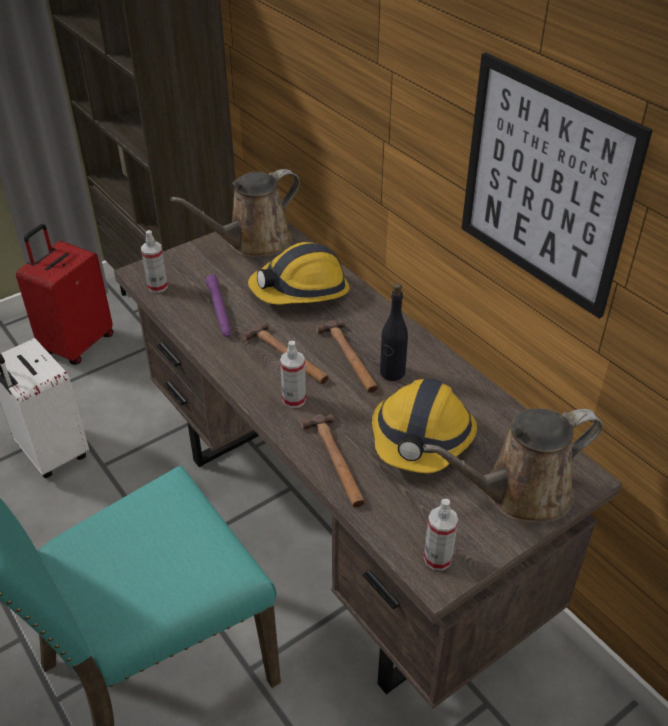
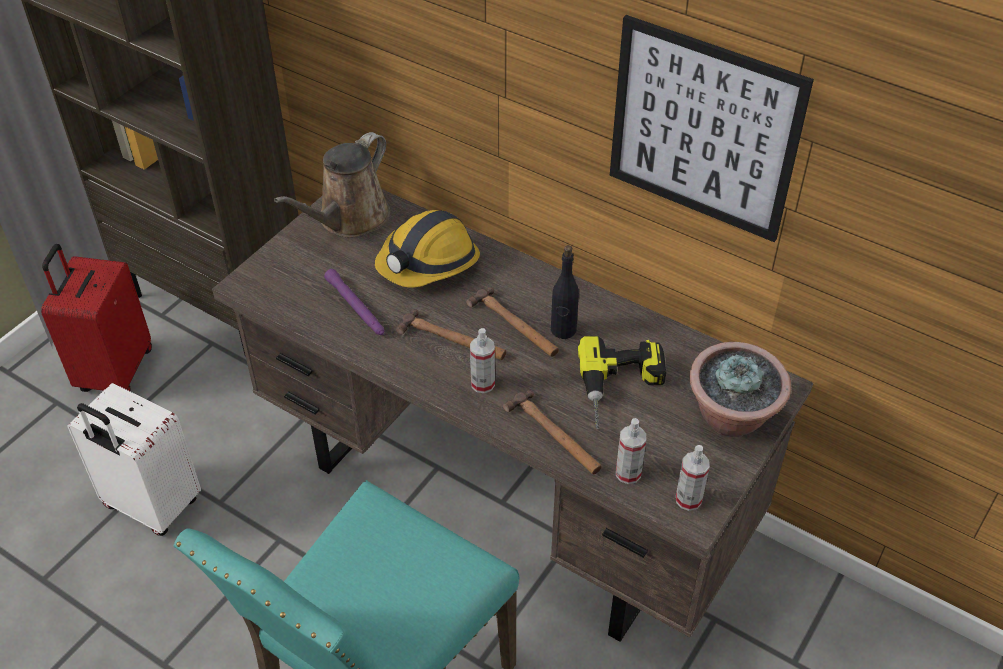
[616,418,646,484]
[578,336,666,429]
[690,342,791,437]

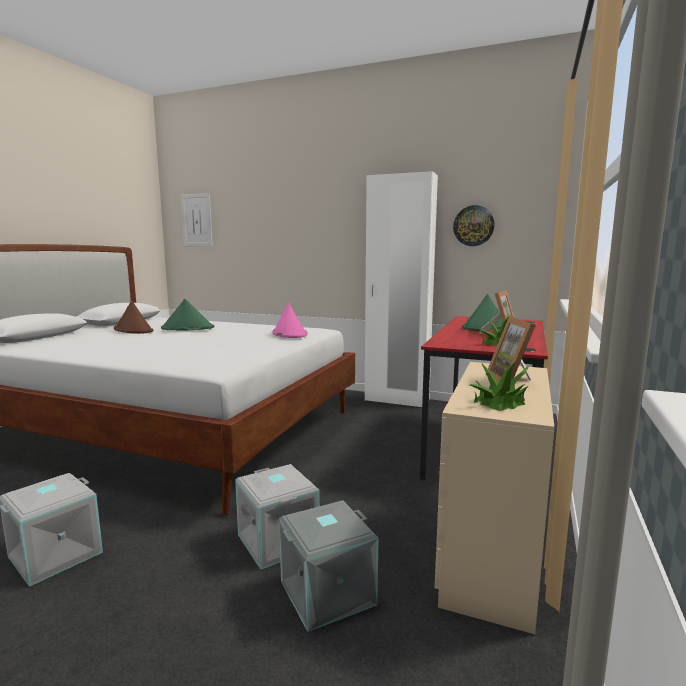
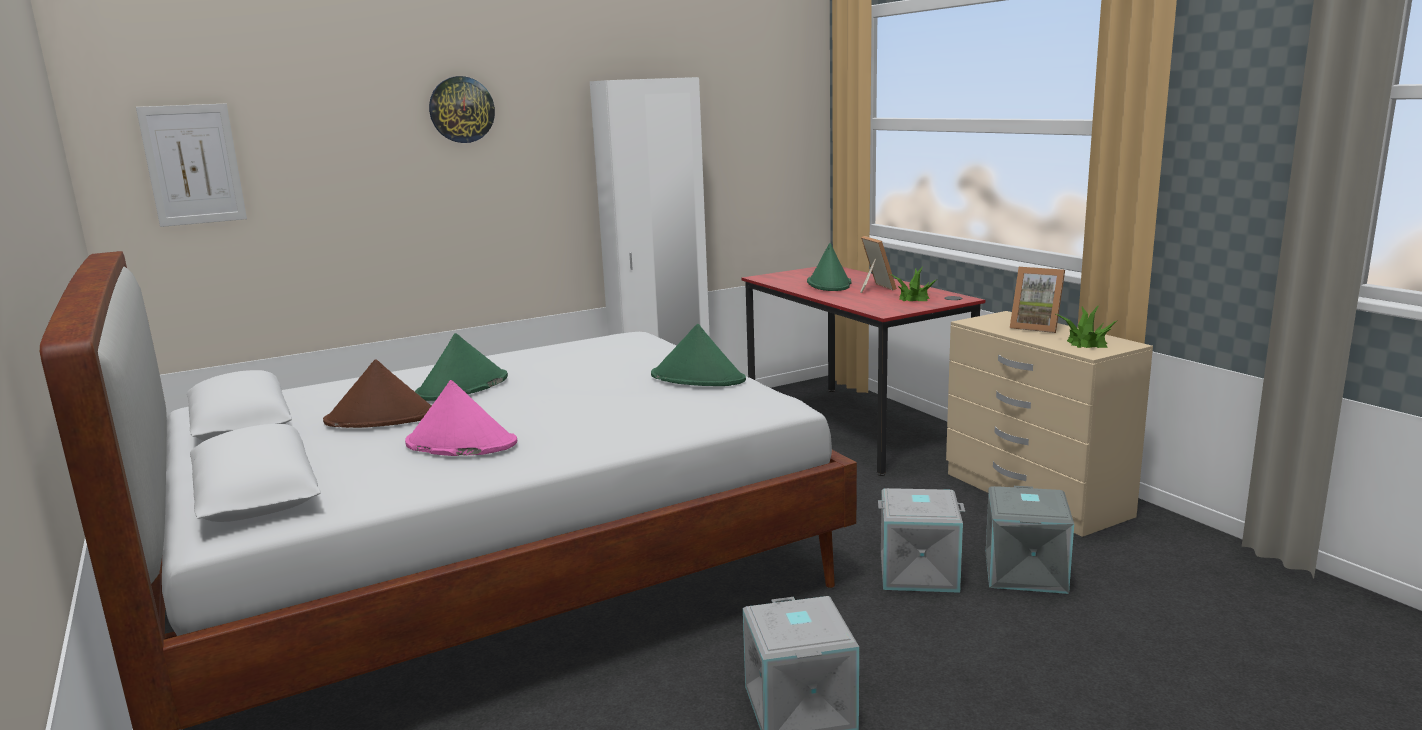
[405,380,517,456]
[429,76,495,143]
[651,324,746,386]

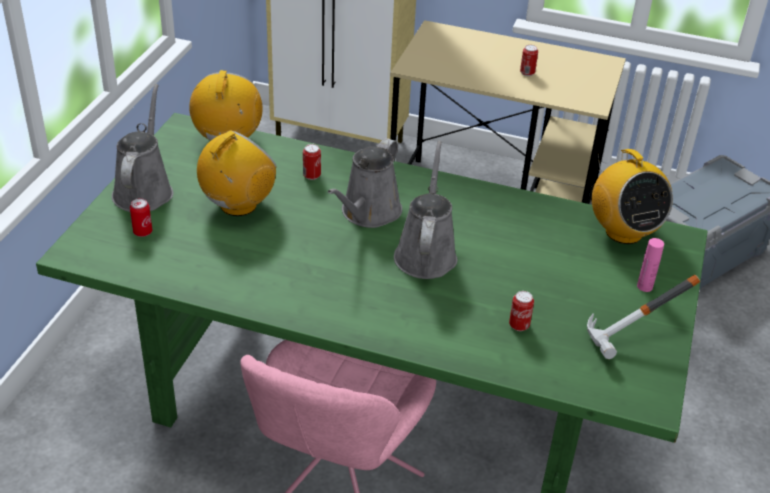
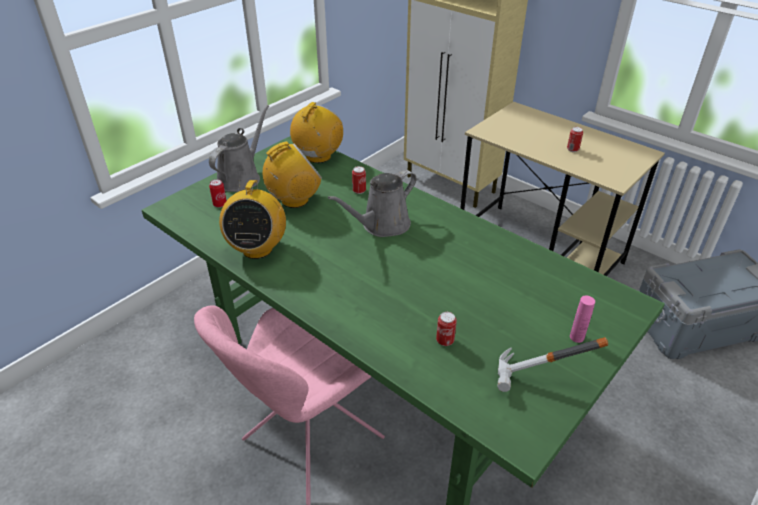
[394,141,457,279] (first image)
[219,180,286,259]

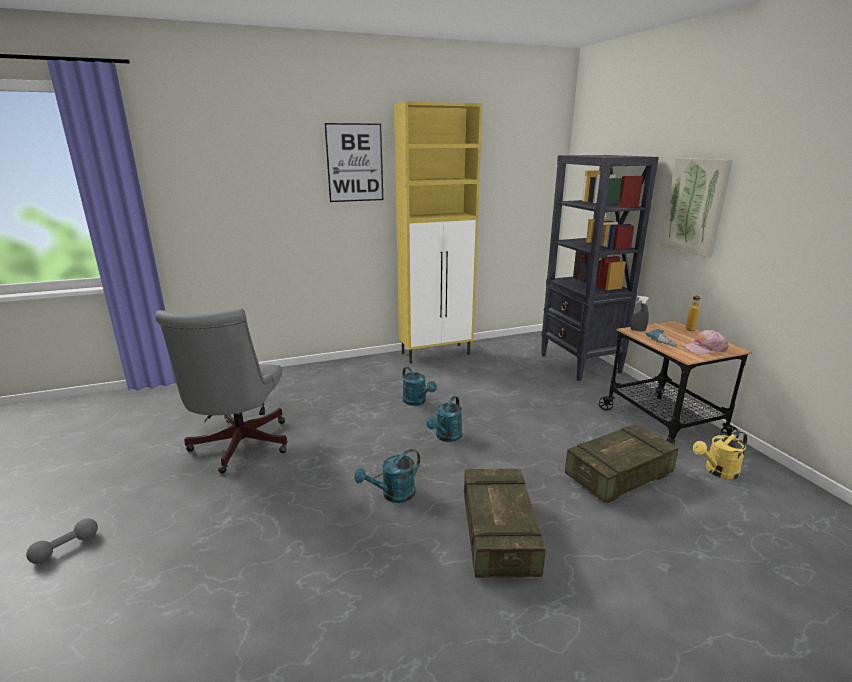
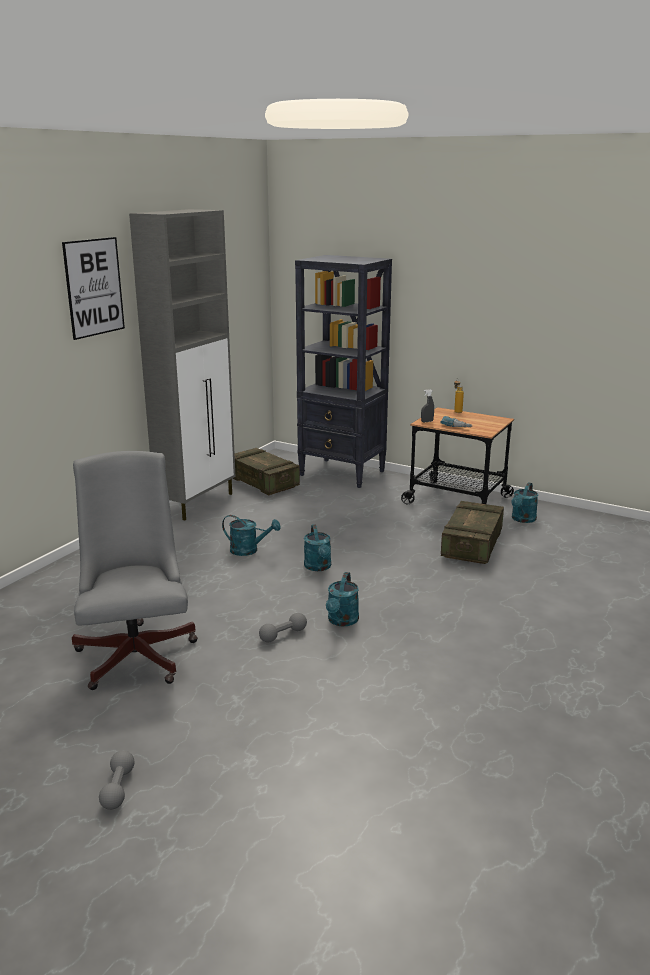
[72,451,198,690]
[129,209,236,520]
[233,448,300,495]
[661,158,733,258] (first image)
[681,330,729,355] (first image)
[511,482,538,523]
[259,613,307,642]

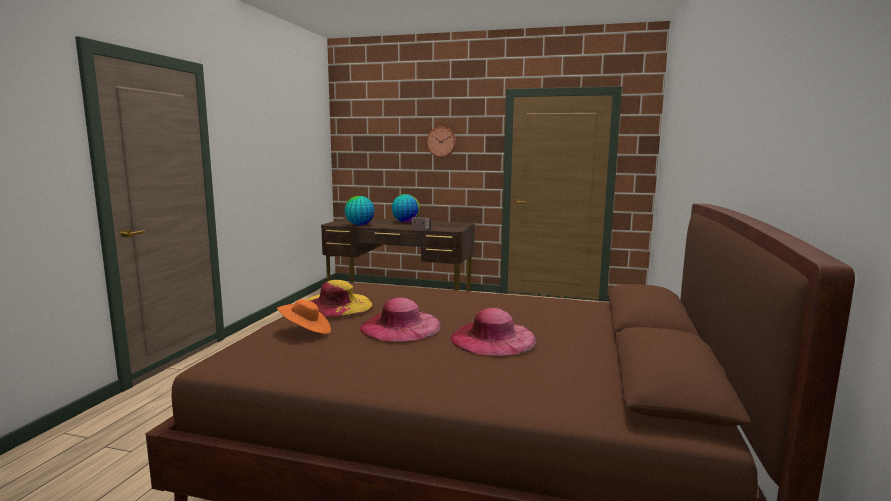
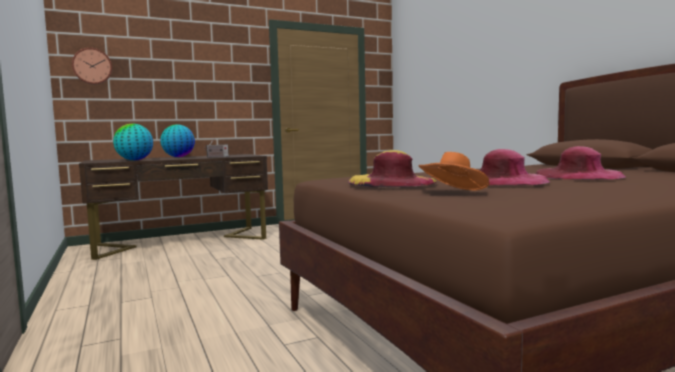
[72,48,112,85]

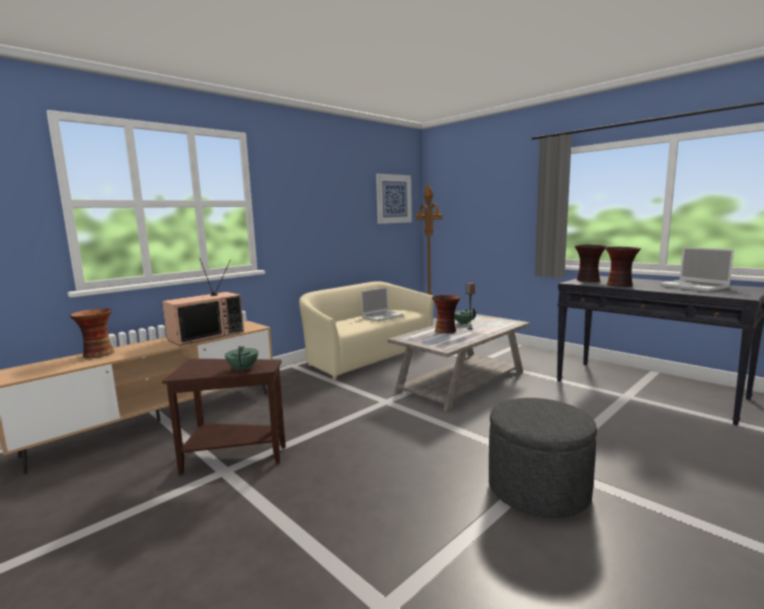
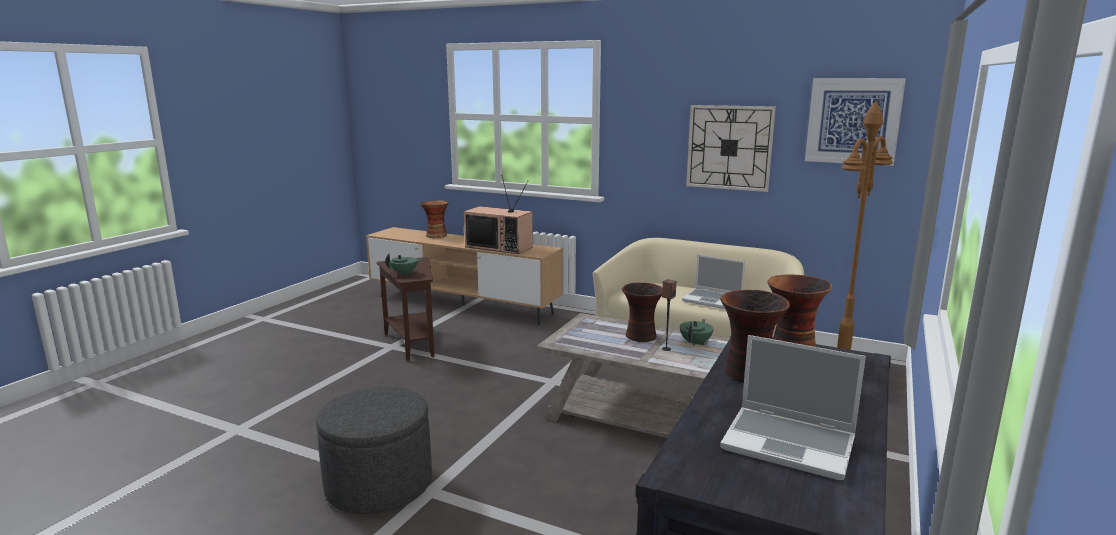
[720,335,866,480]
[686,105,776,192]

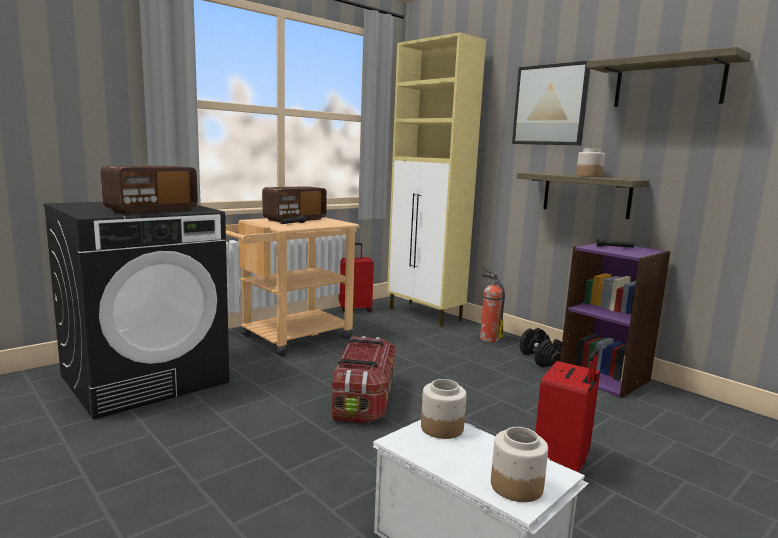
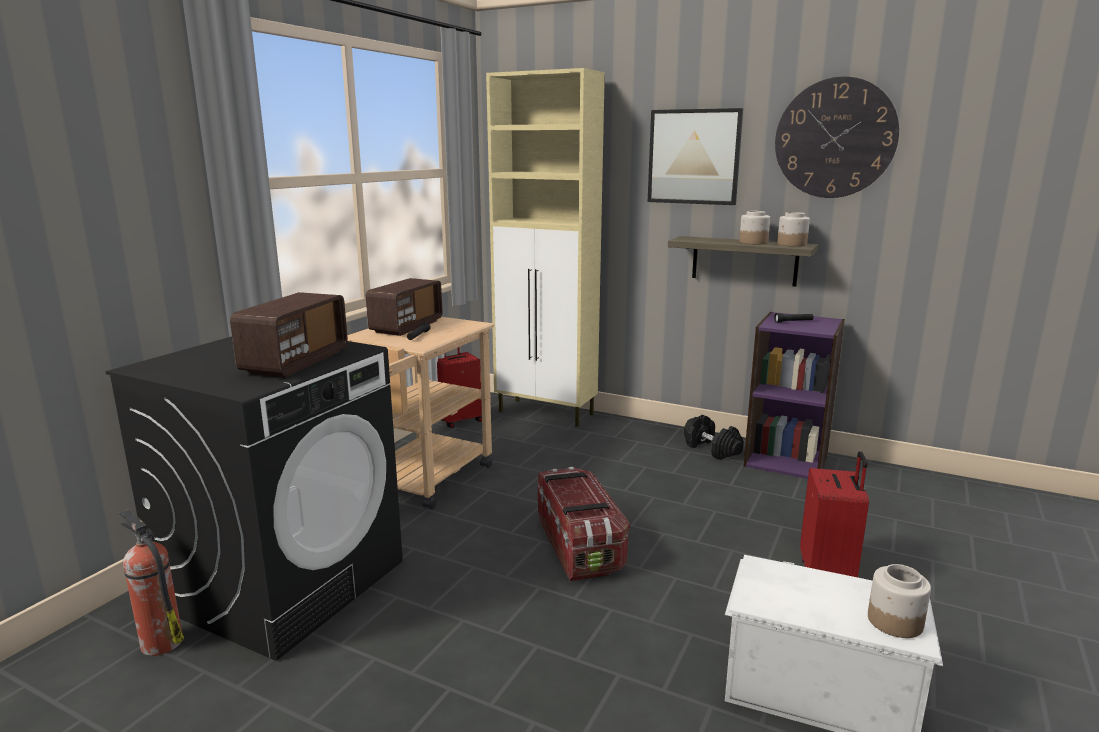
[777,212,810,247]
[119,509,184,656]
[775,76,899,198]

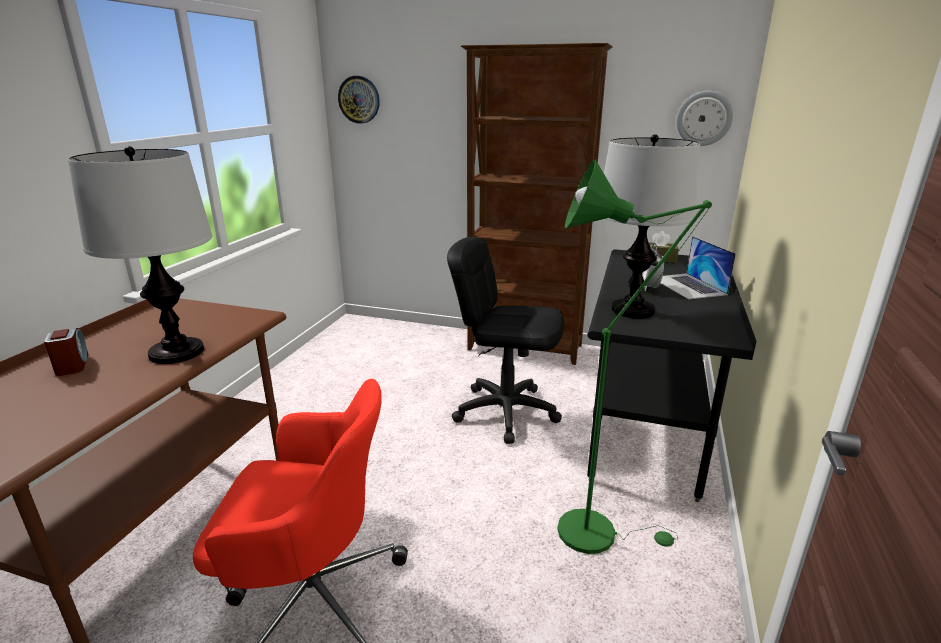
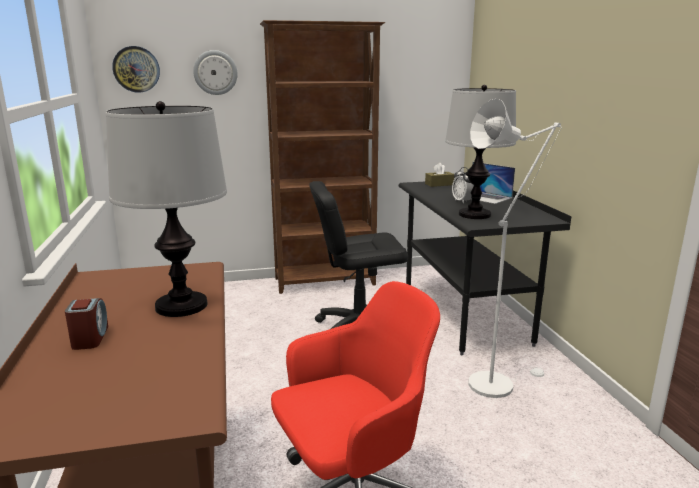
[65,298,108,350]
[469,99,562,398]
[193,50,237,95]

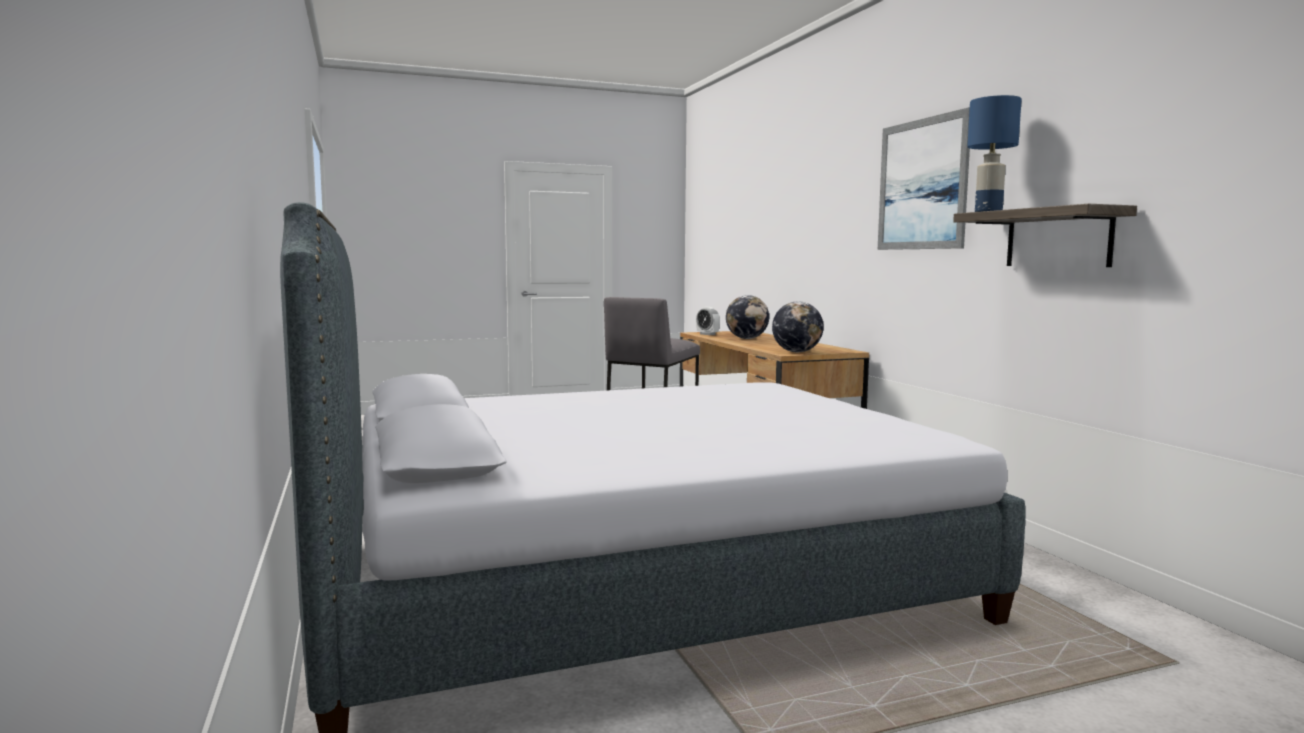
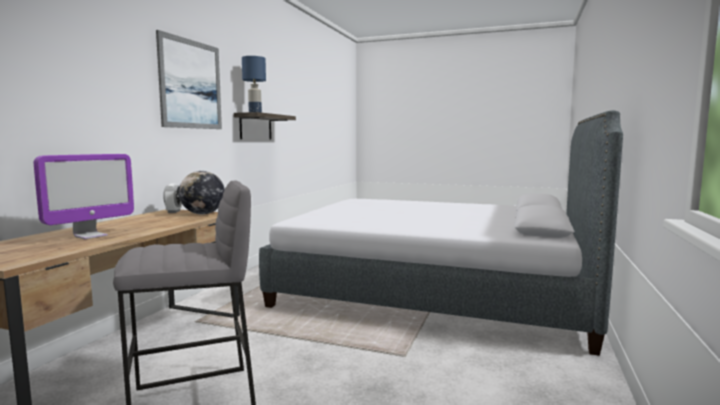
[163,184,182,213]
[34,154,134,239]

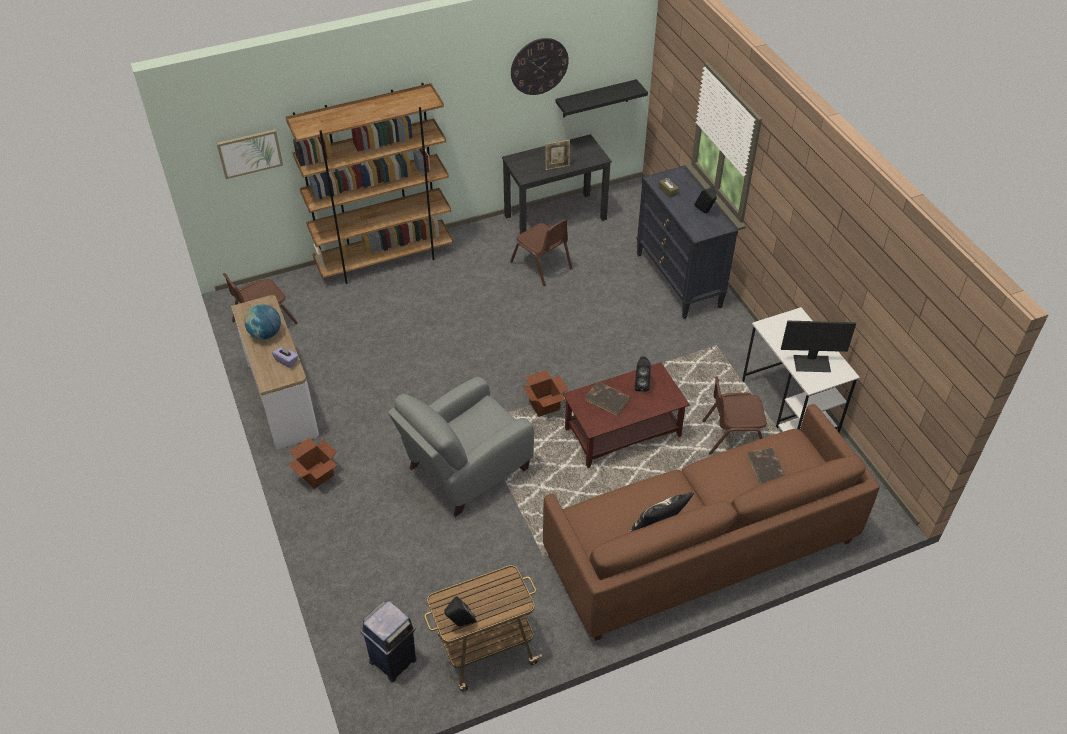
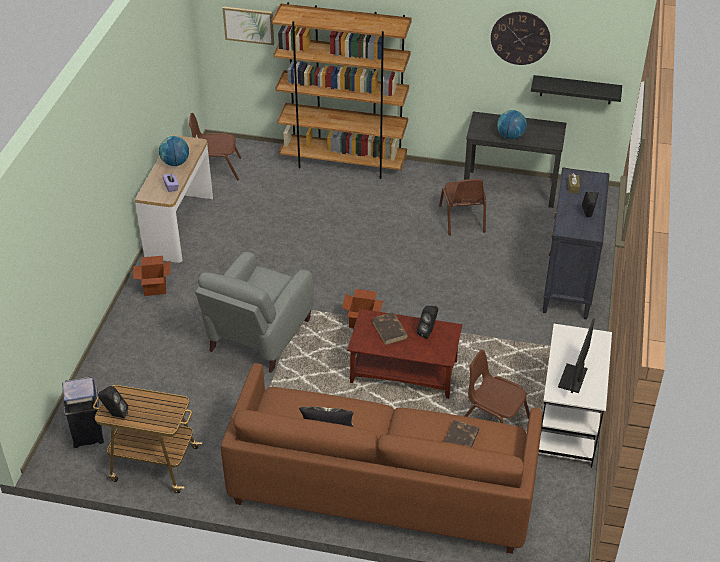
[195,252,314,373]
[497,110,527,139]
[558,319,595,393]

